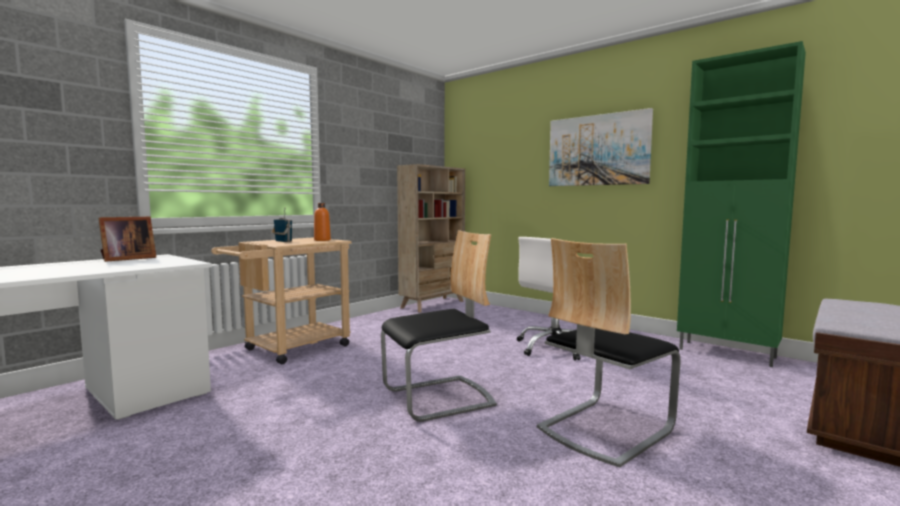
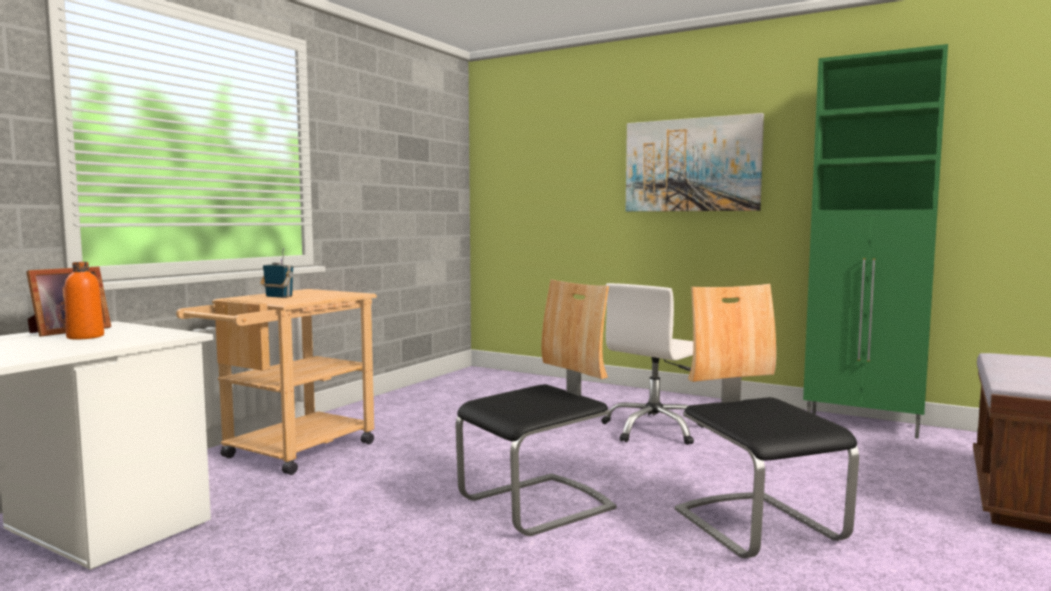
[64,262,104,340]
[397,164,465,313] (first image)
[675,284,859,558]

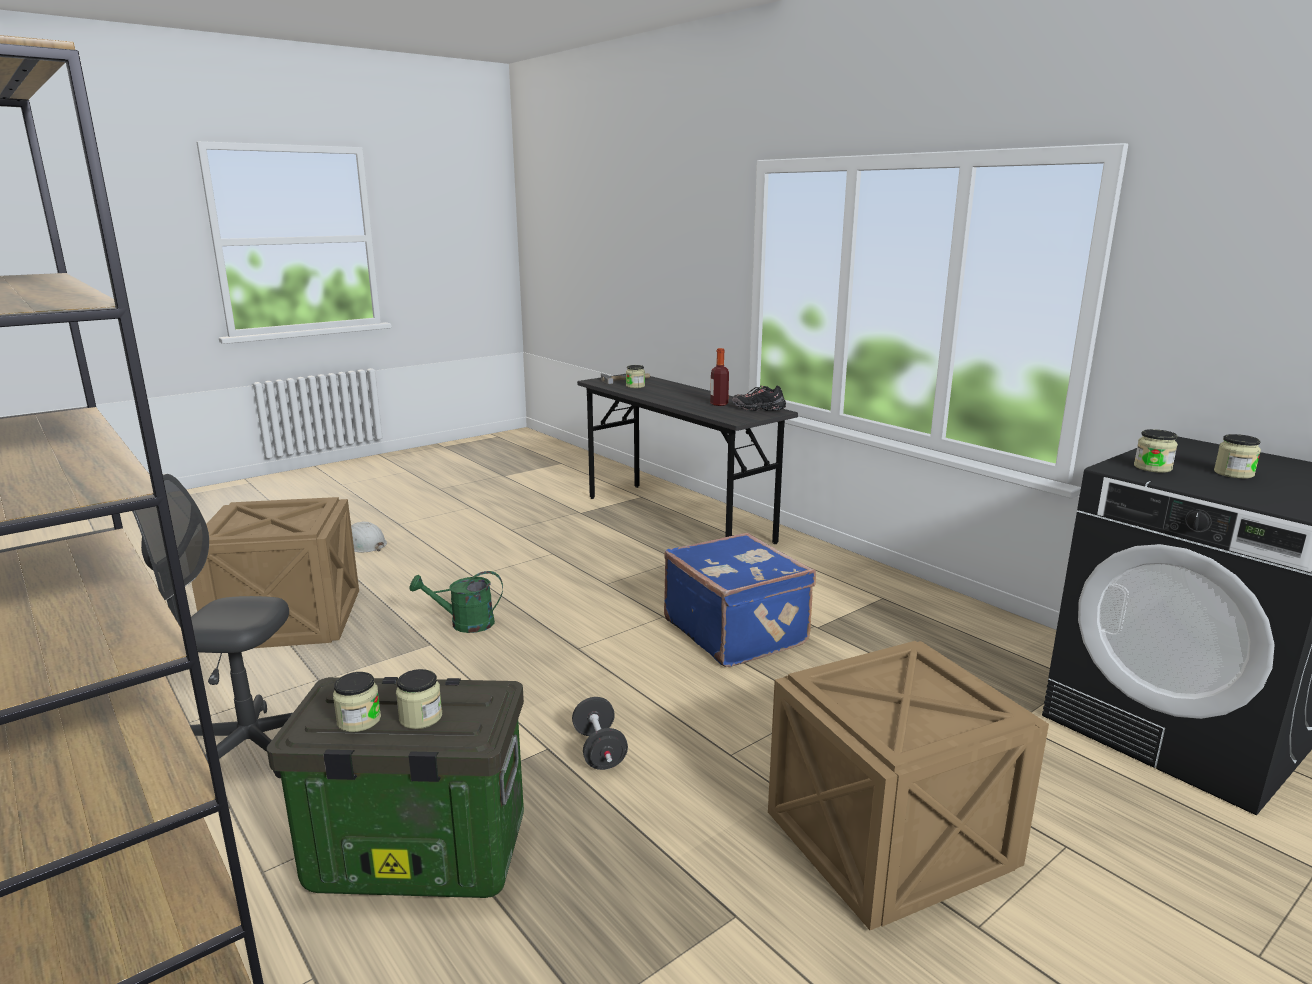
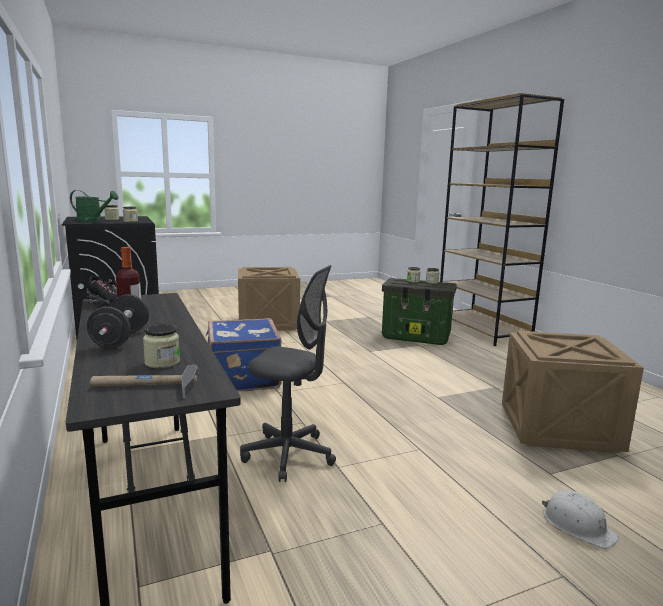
[240,265,336,482]
[70,190,119,222]
[87,294,149,348]

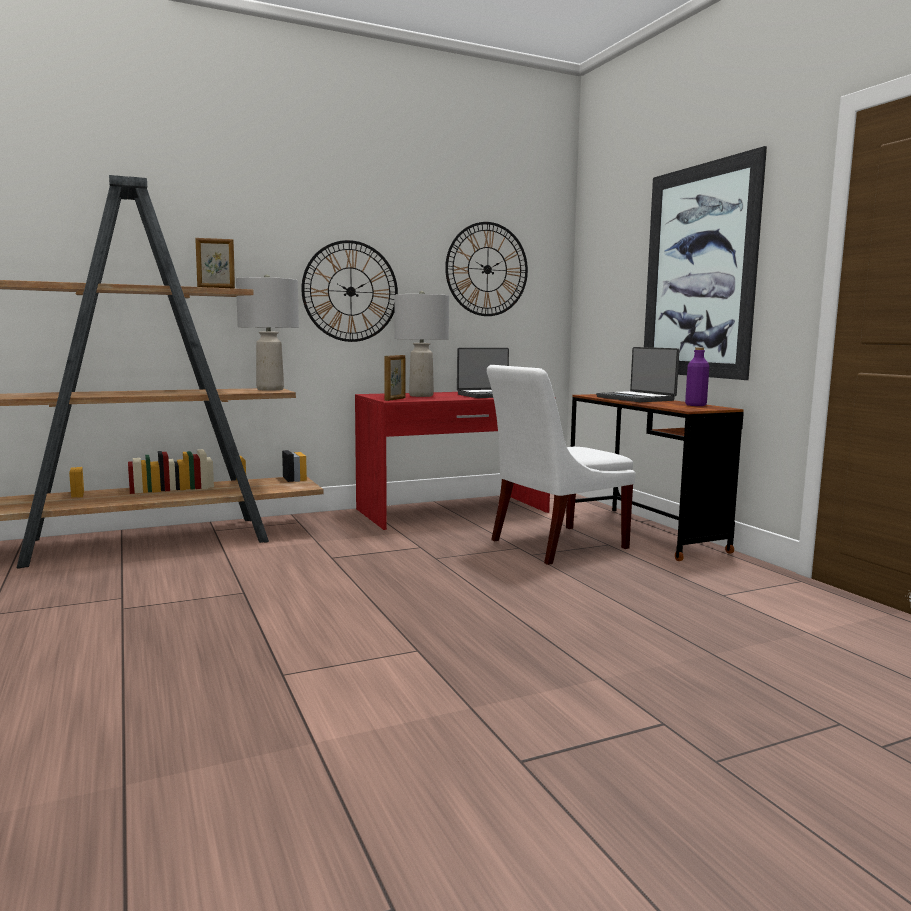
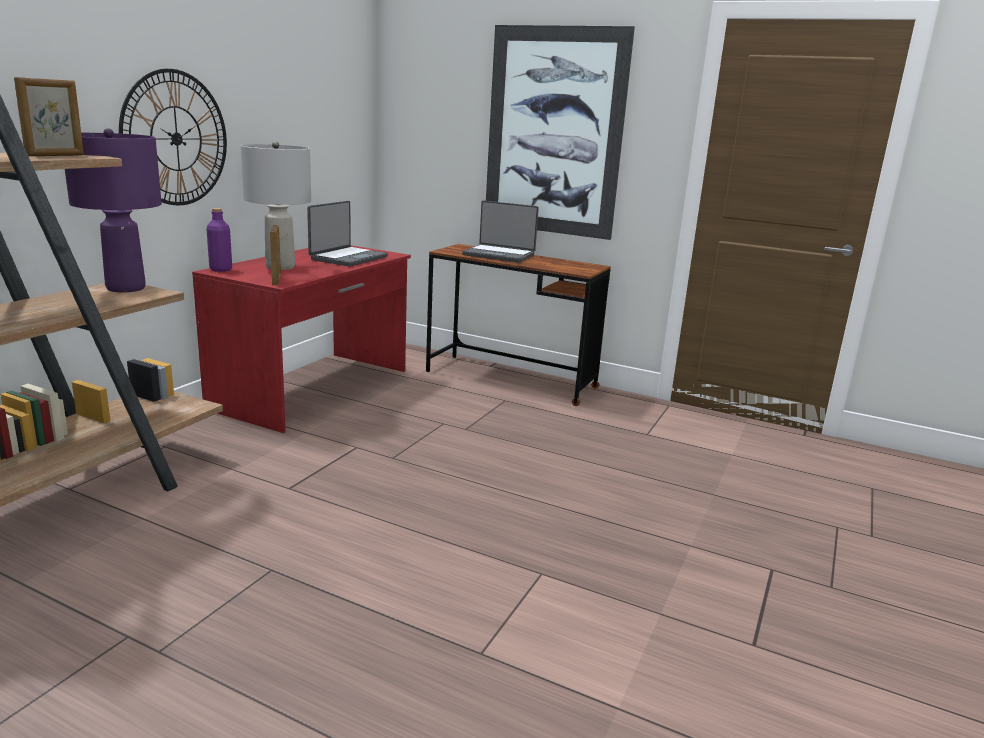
[65,128,162,292]
[445,222,528,316] (first image)
[487,365,635,565] (first image)
[206,208,232,272]

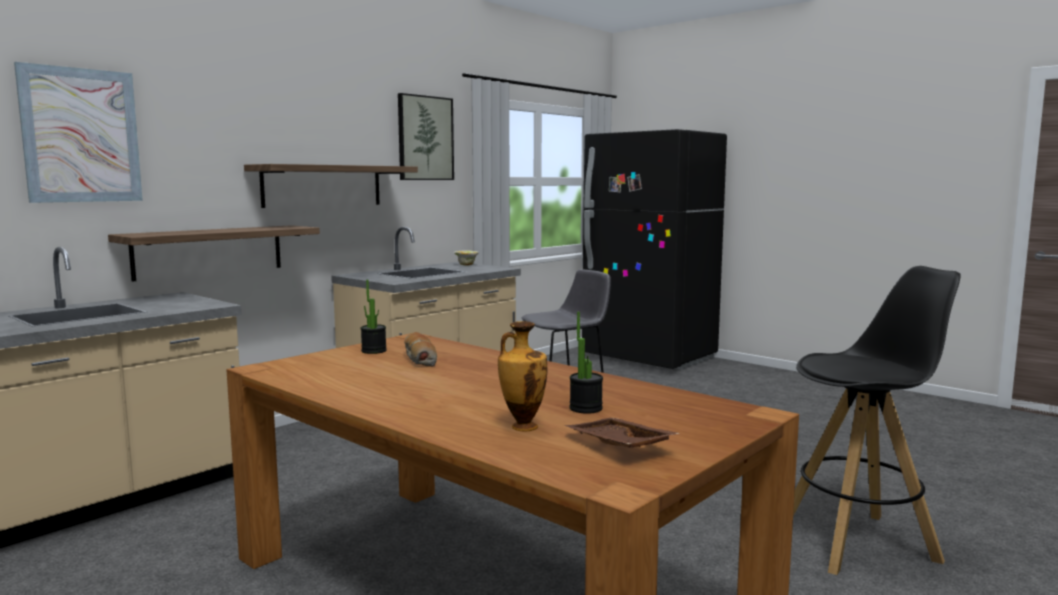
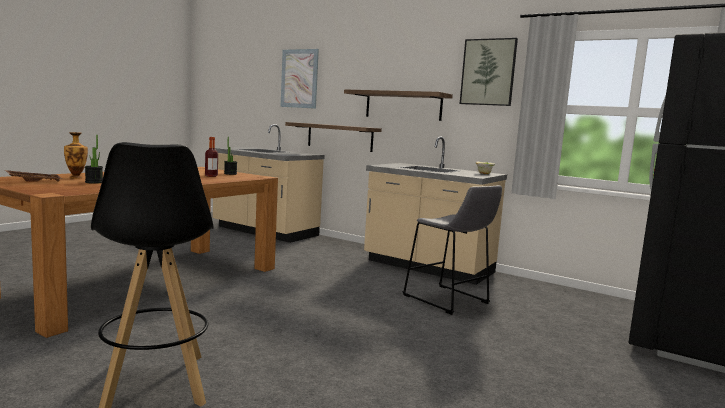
[205,137,218,177]

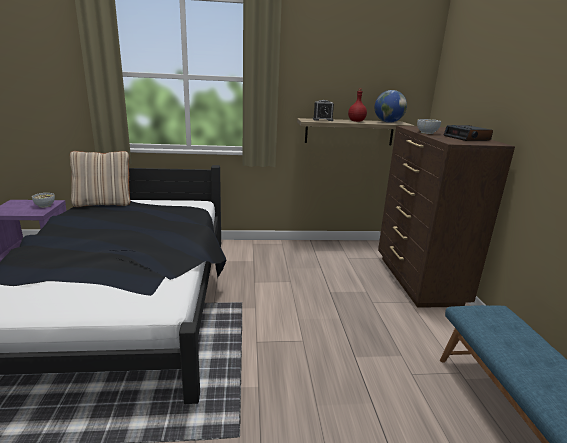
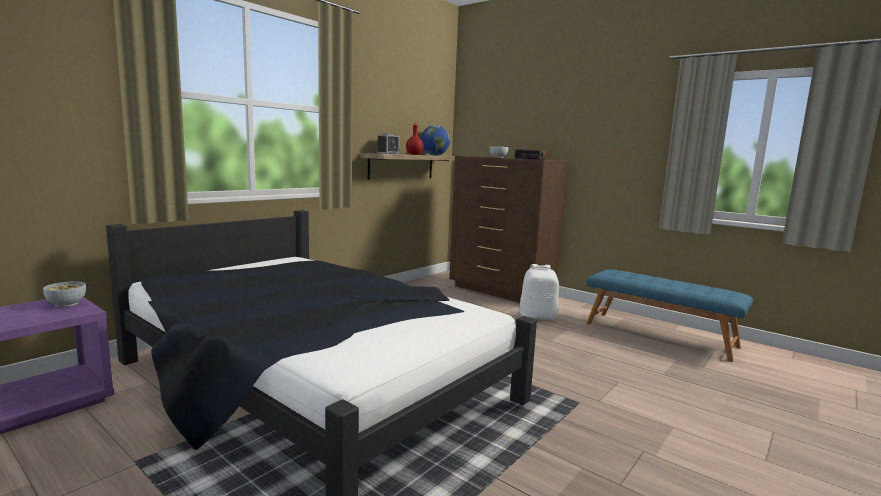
[70,151,130,207] (first image)
[519,264,559,320]

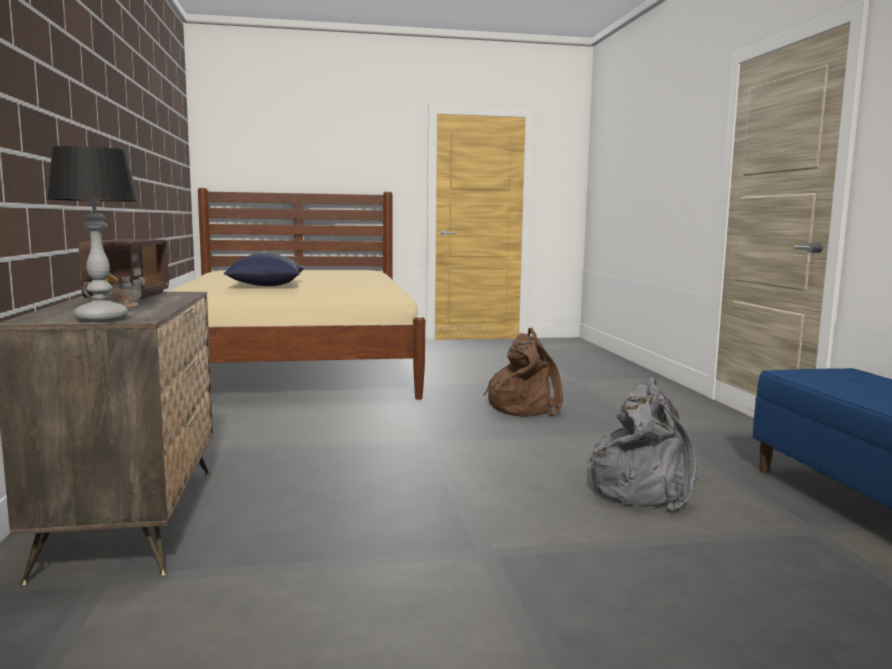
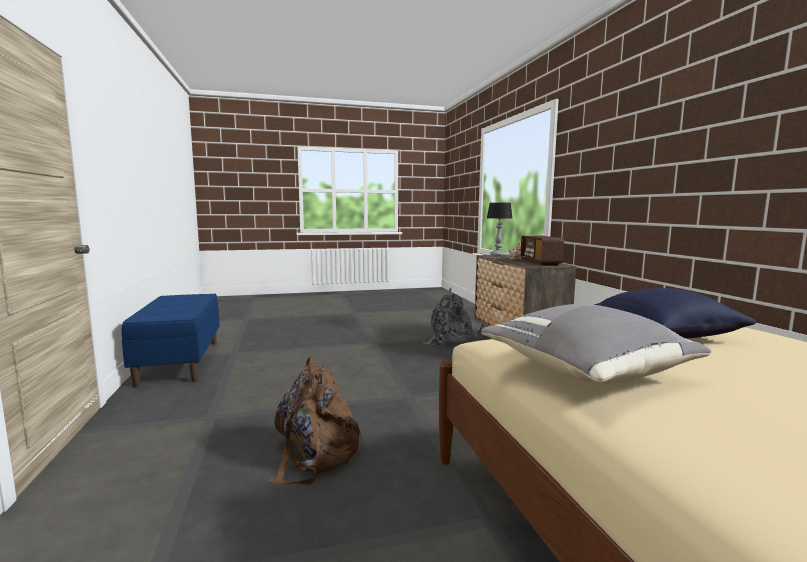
[423,288,475,347]
[482,304,711,384]

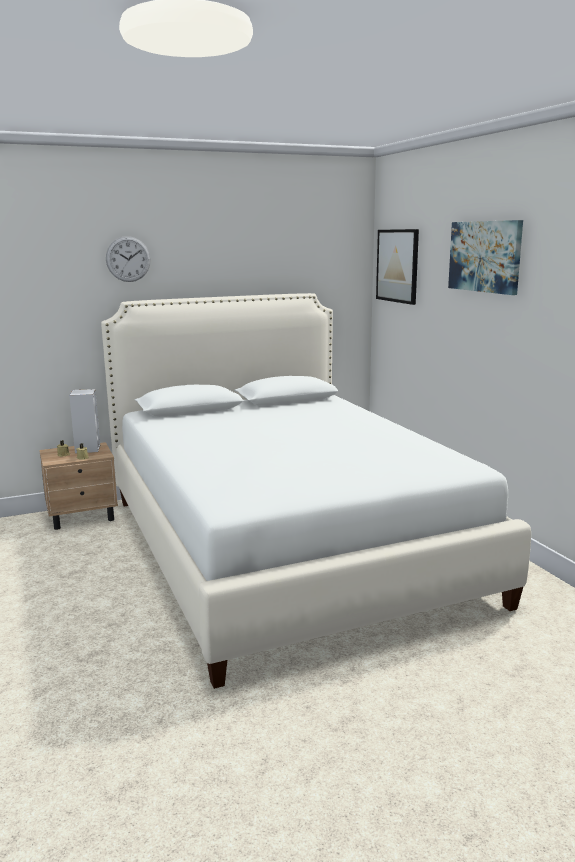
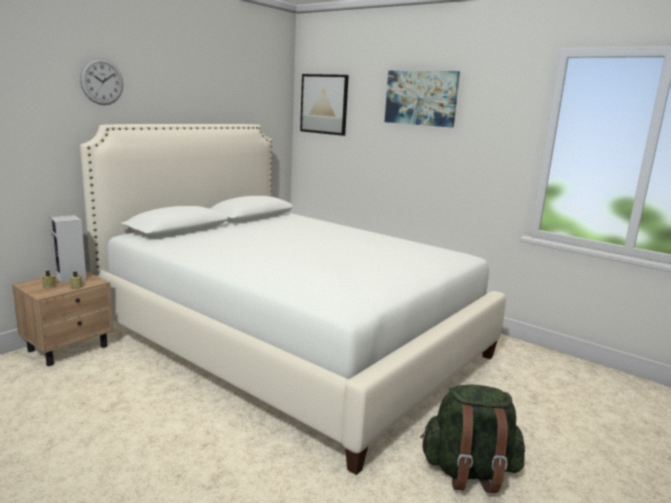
[420,385,525,493]

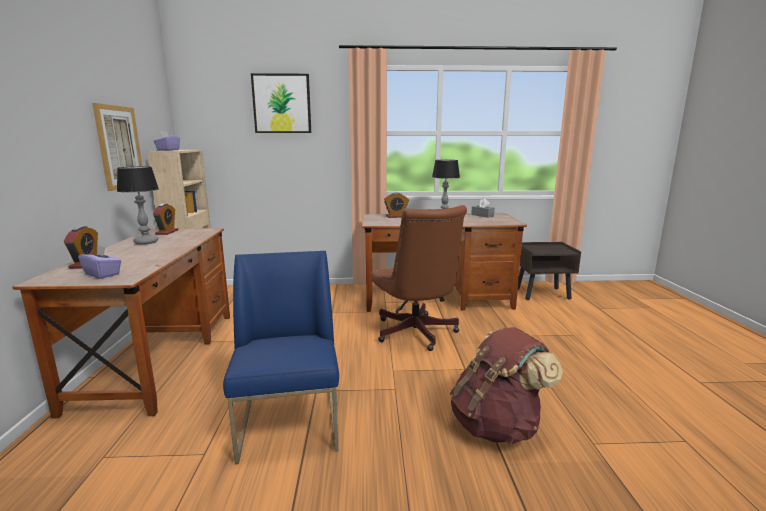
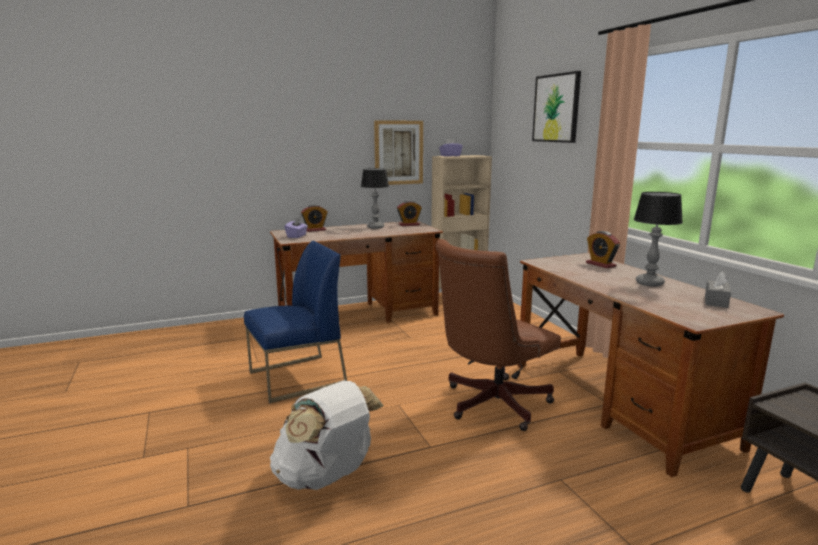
[270,381,384,490]

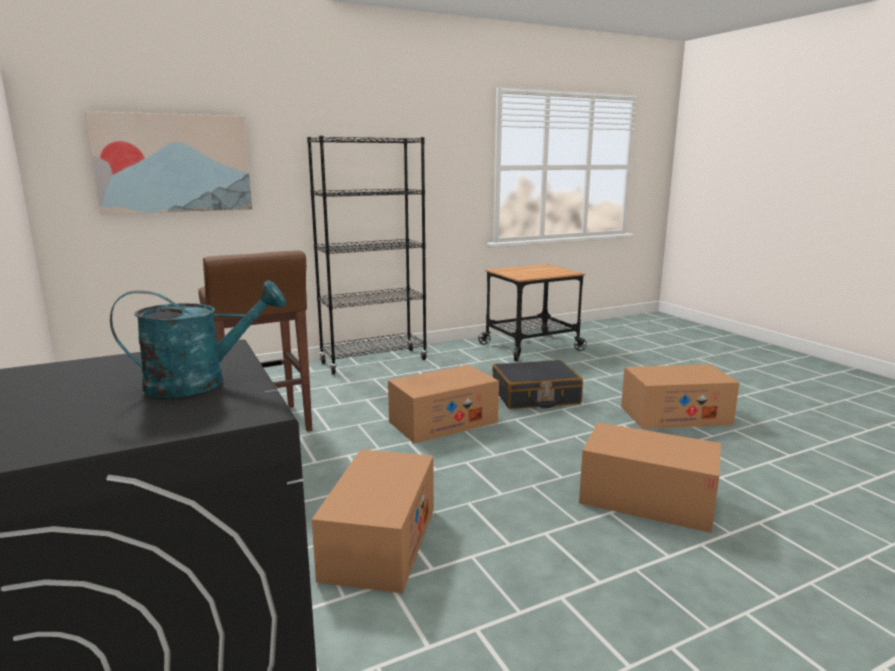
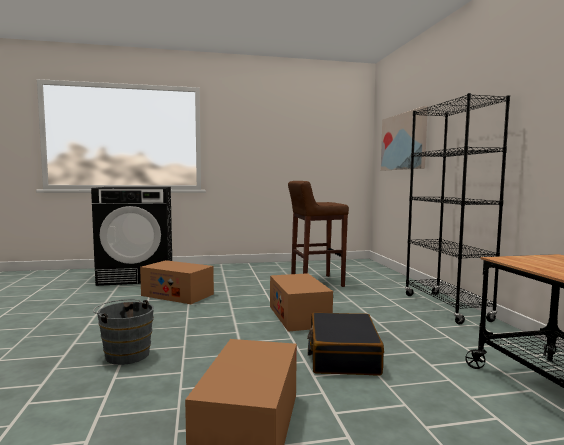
[110,280,286,398] (first image)
[93,299,154,365]

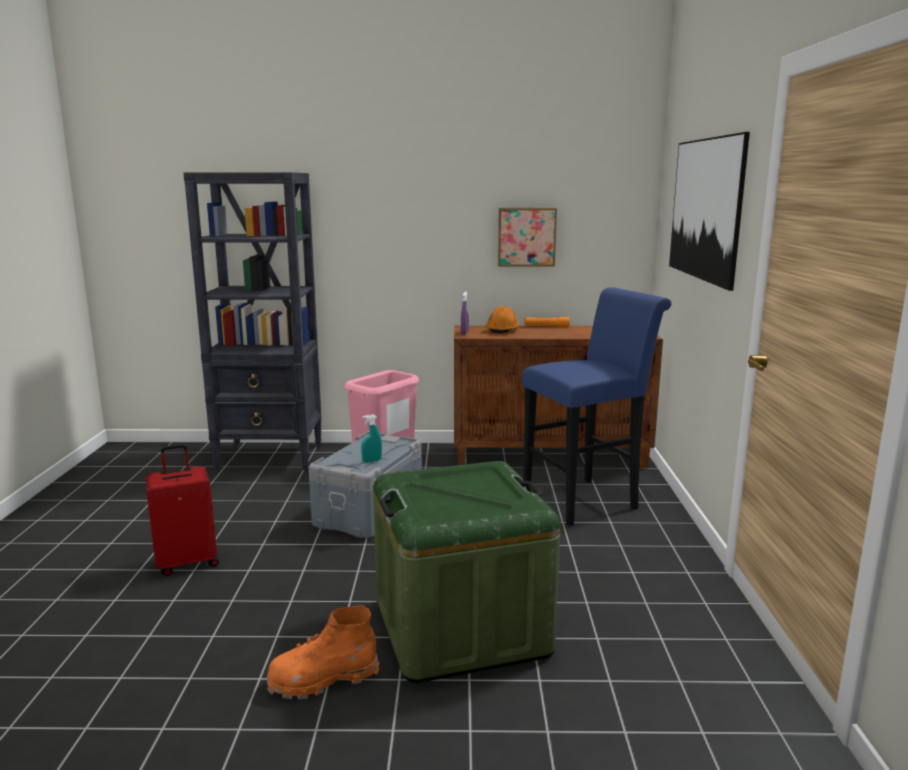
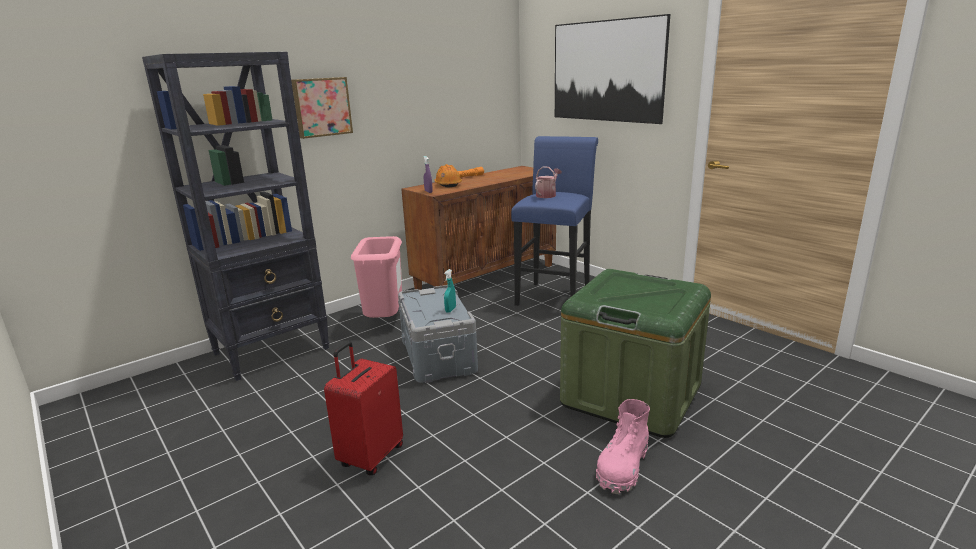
[596,399,650,495]
[291,77,353,139]
[535,166,562,198]

